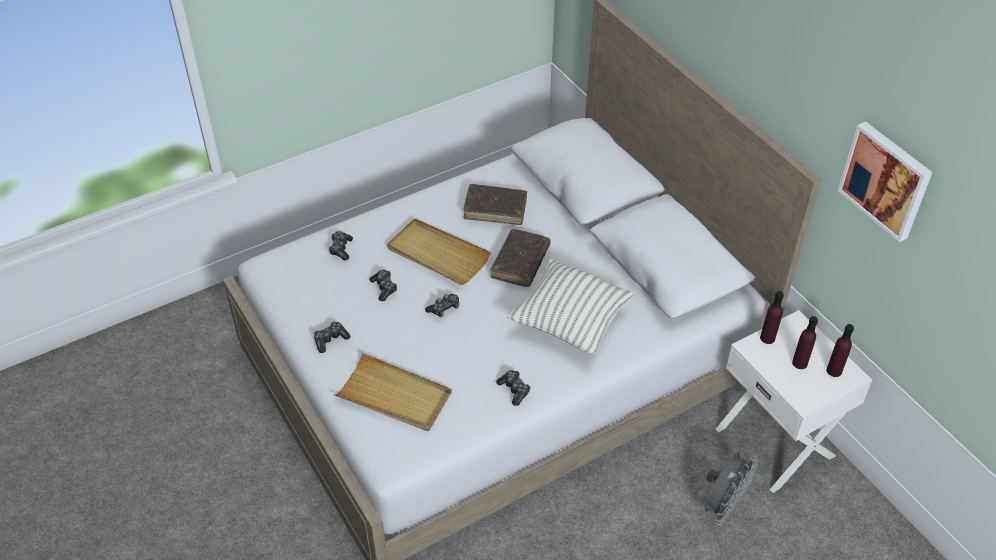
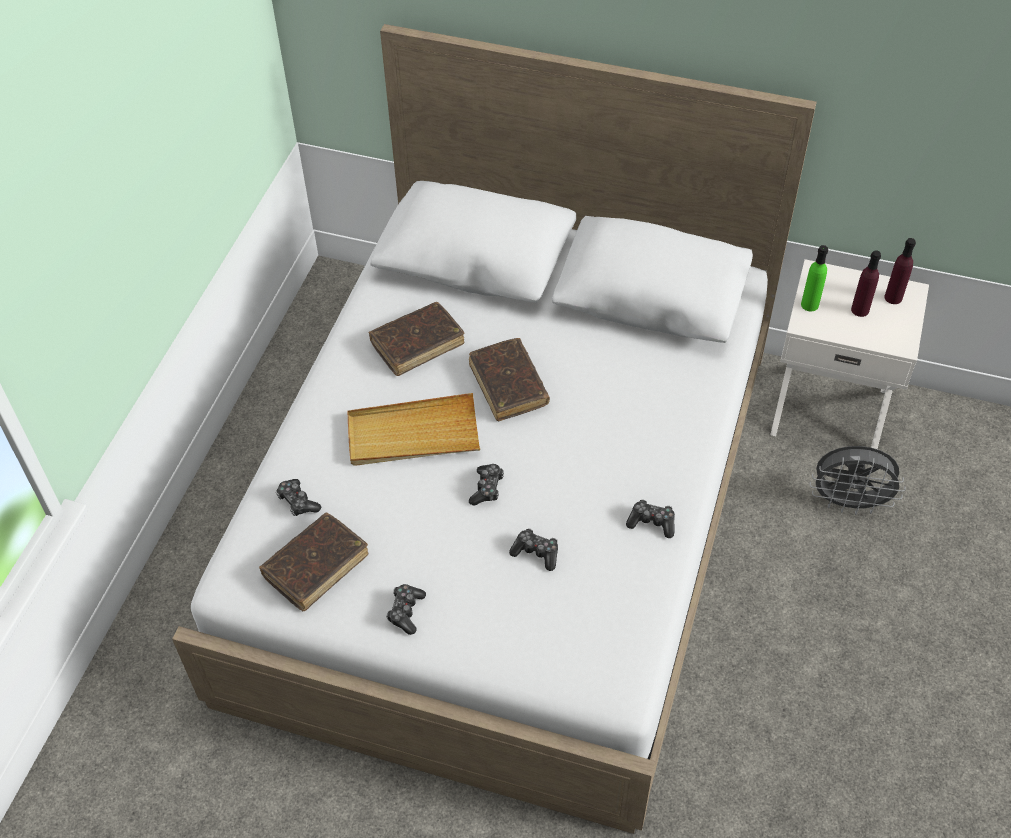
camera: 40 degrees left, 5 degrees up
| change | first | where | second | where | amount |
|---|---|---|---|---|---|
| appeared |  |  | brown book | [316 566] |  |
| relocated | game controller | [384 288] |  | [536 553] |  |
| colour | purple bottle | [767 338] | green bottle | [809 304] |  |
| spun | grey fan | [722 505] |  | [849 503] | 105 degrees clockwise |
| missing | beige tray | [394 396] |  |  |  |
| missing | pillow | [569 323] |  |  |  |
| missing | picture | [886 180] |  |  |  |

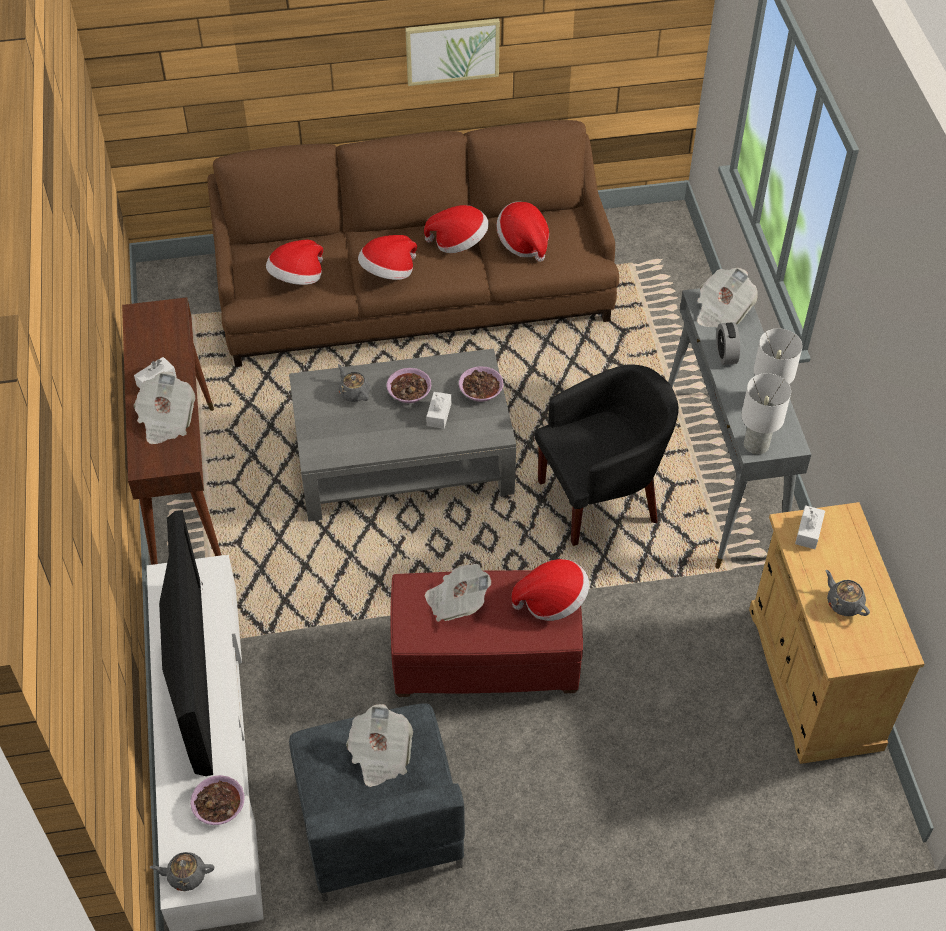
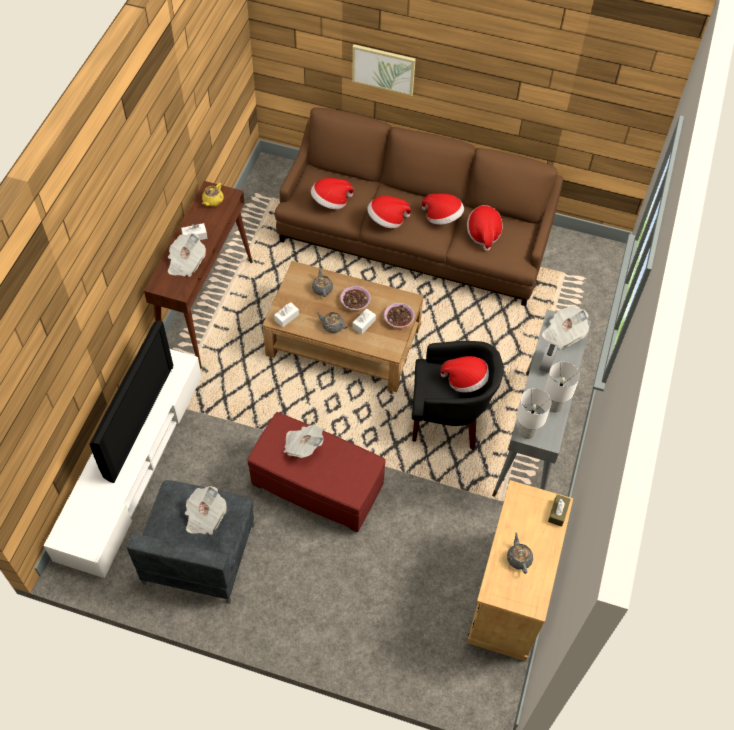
camera: 25 degrees right, 5 degrees up
| change | first | where | second | where | amount |
|---|---|---|---|---|---|
| appeared |  |  | yellow teapot | [212 201] |  |
| colour | grey coffee table | [404 459] | brown coffee table | [344 341] |  |
| relocated | white tissue box | [808 532] |  | [286 317] |  |
| relocated | grey teapot | [186 875] |  | [332 326] |  |
| relocated | picture | [452 51] |  | [383 69] |  |
| relocated | hat | [552 601] |  | [465 381] |  |
| appeared |  |  | brown tissue box | [558 512] |  |
| missing | bowl | [219 806] |  |  |  |

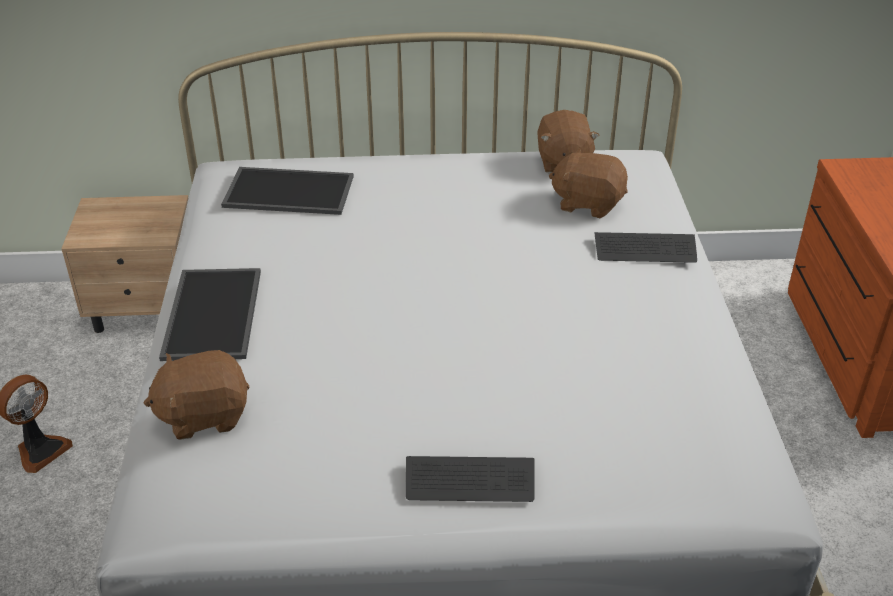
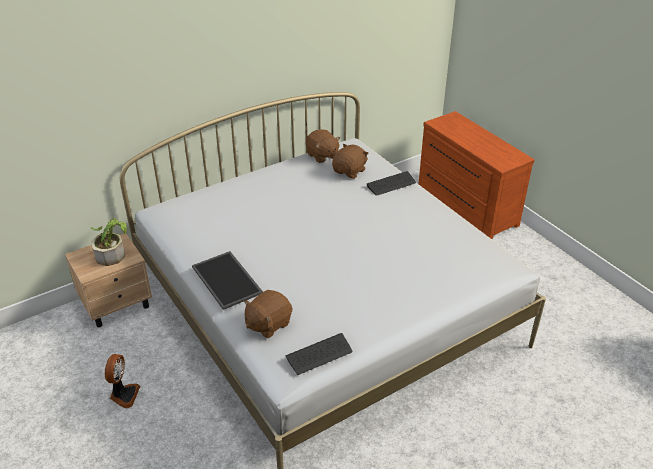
camera: 30 degrees left, 0 degrees up
| change | first | where | second | where | amount |
|---|---|---|---|---|---|
| appeared |  |  | potted plant | [112 253] |  |
| relocated | keyboard | [470 481] |  | [319 355] |  |
| spun | brown plush toy | [588 203] |  | [350 171] | 135 degrees clockwise |
| missing | tray | [287 192] |  |  |  |

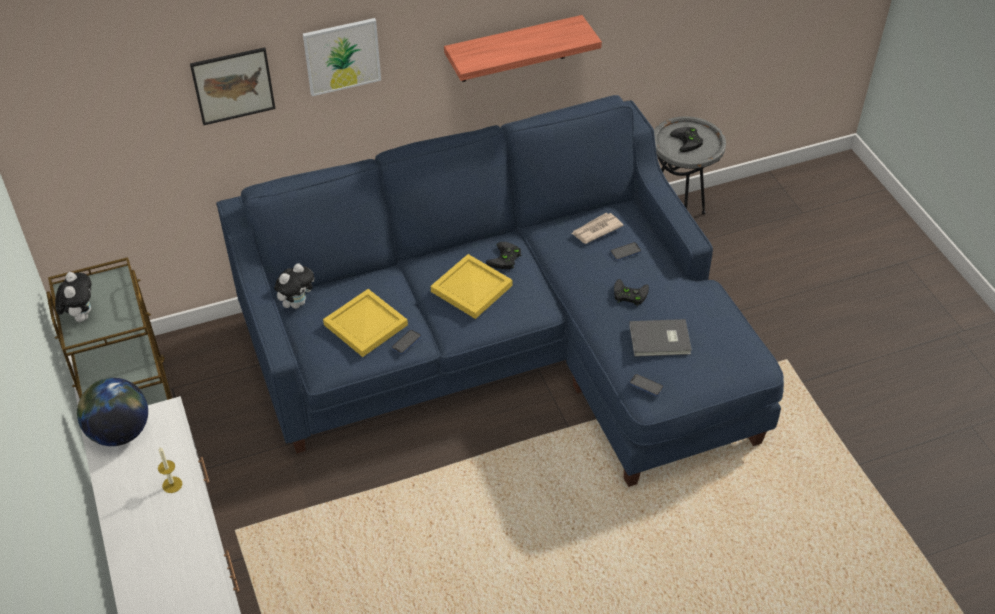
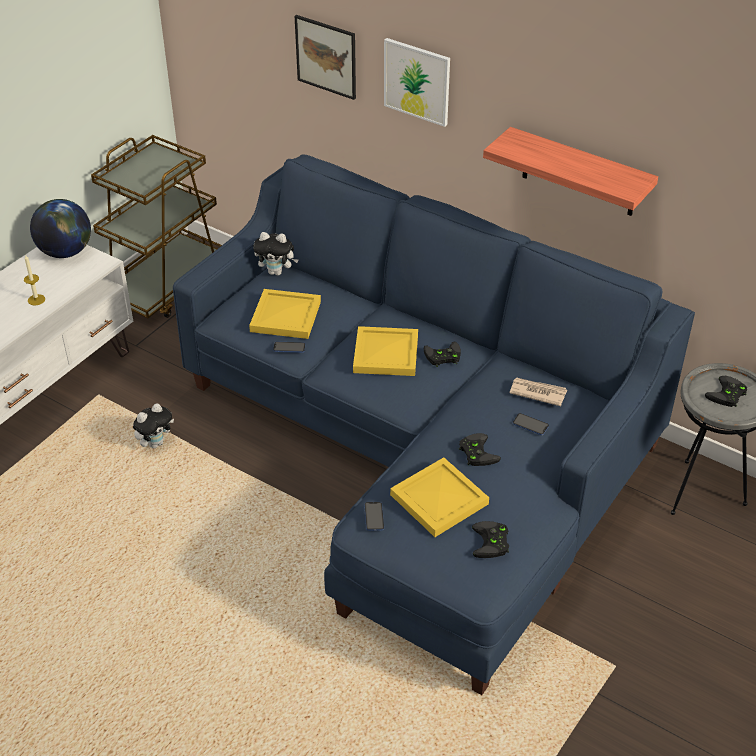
camera: 55 degrees right, 5 degrees down
| change | first | where | second | where | amount |
|---|---|---|---|---|---|
| relocated | plush toy | [81 316] |  | [155 443] |  |
| exchanged | grey book | [661 340] | yellow tray | [439 500] |  |
| appeared |  |  | black game controller | [492 543] |  |

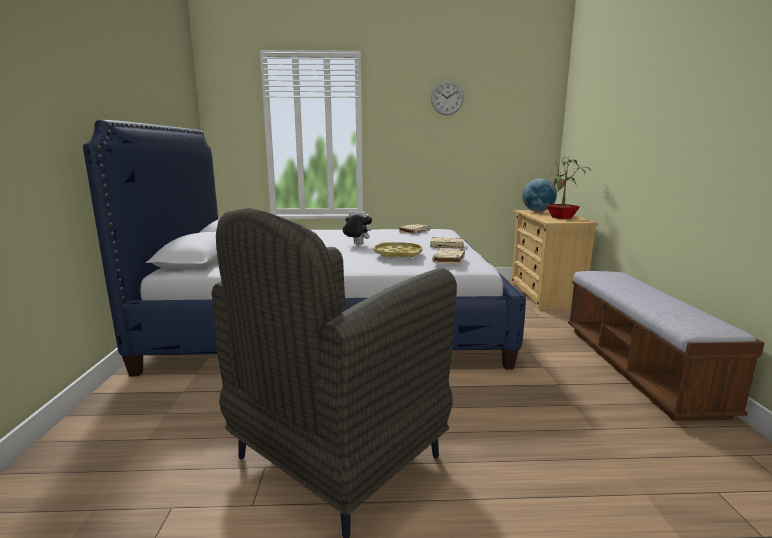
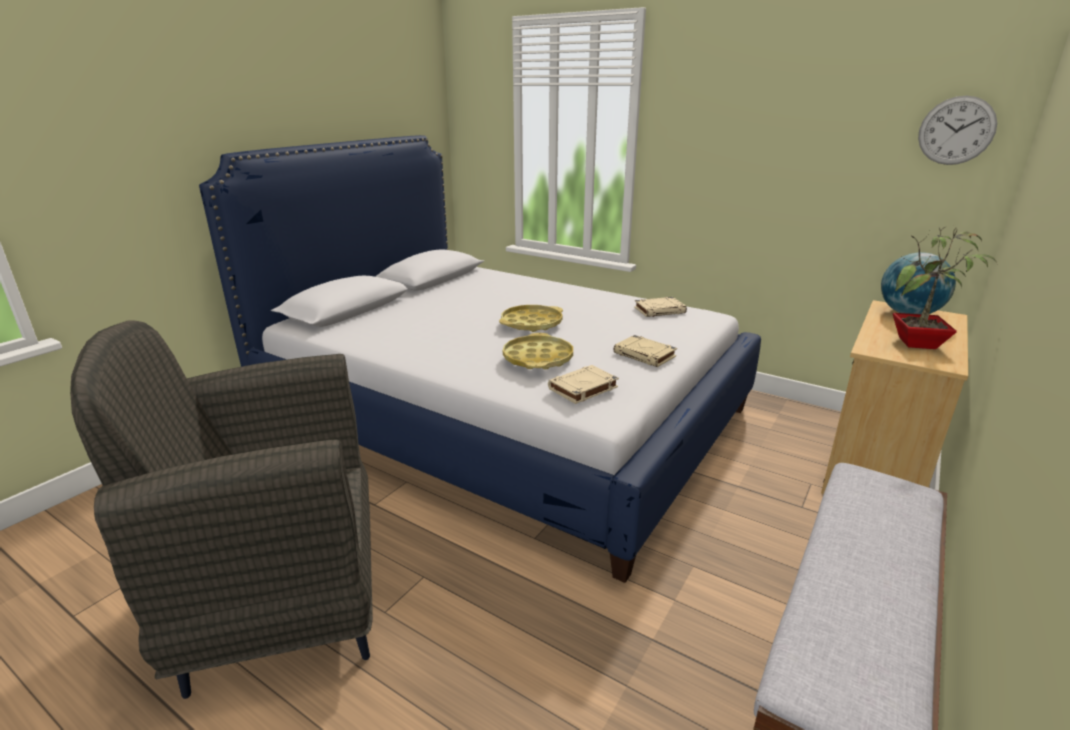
camera: 35 degrees right, 10 degrees up
| change | first | where | second | where | amount |
|---|---|---|---|---|---|
| exchanged | plush toy | [357 244] | yellow tray | [531 323] |  |
| relocated | wall clock | [447 98] |  | [956 130] |  |

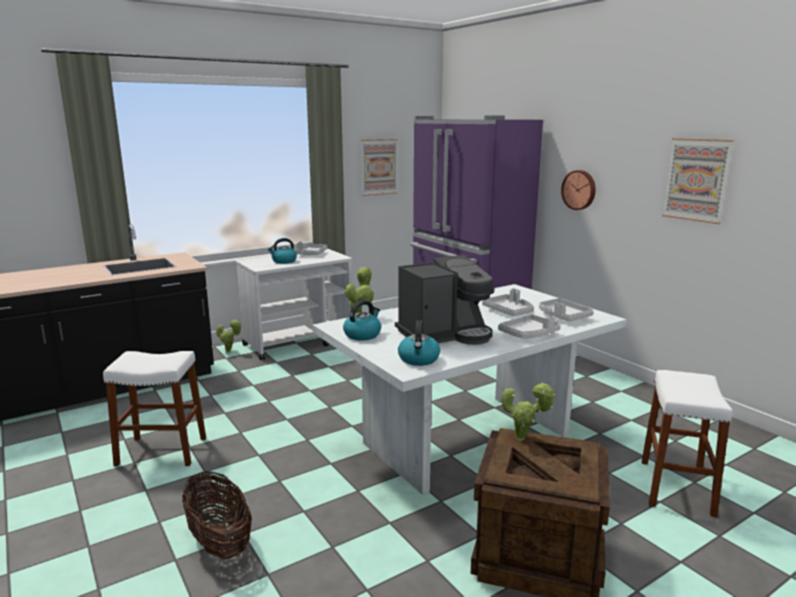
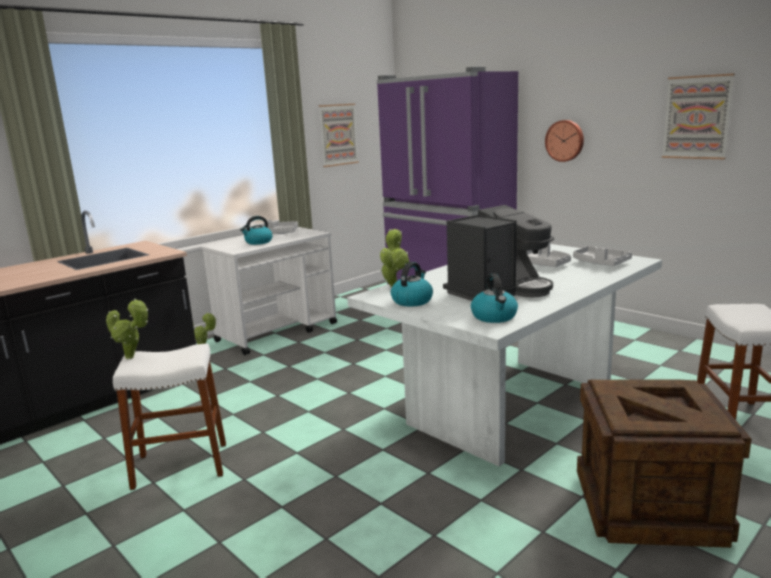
camera: 10 degrees left, 0 degrees up
| change | first | where | second | where | amount |
|---|---|---|---|---|---|
| relocated | potted plant | [523 439] |  | [132 357] |  |
| missing | basket | [219 542] |  |  |  |
| missing | grey tray | [529 334] |  |  |  |

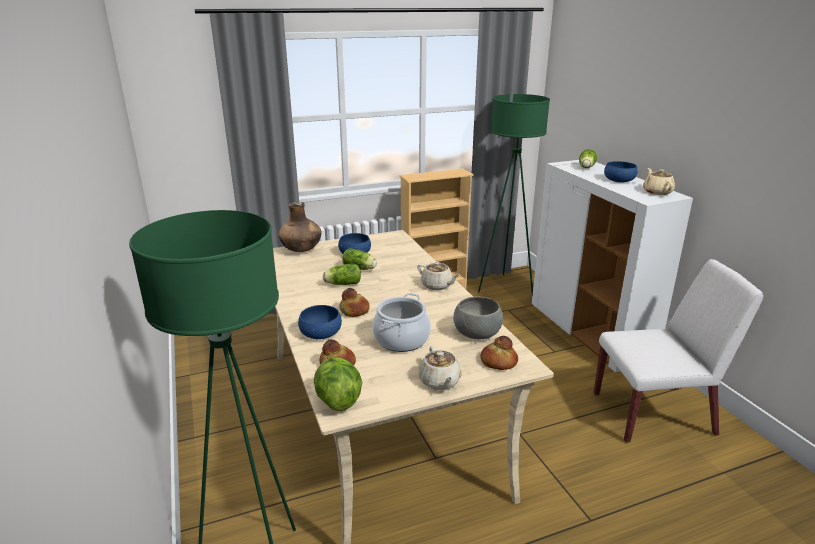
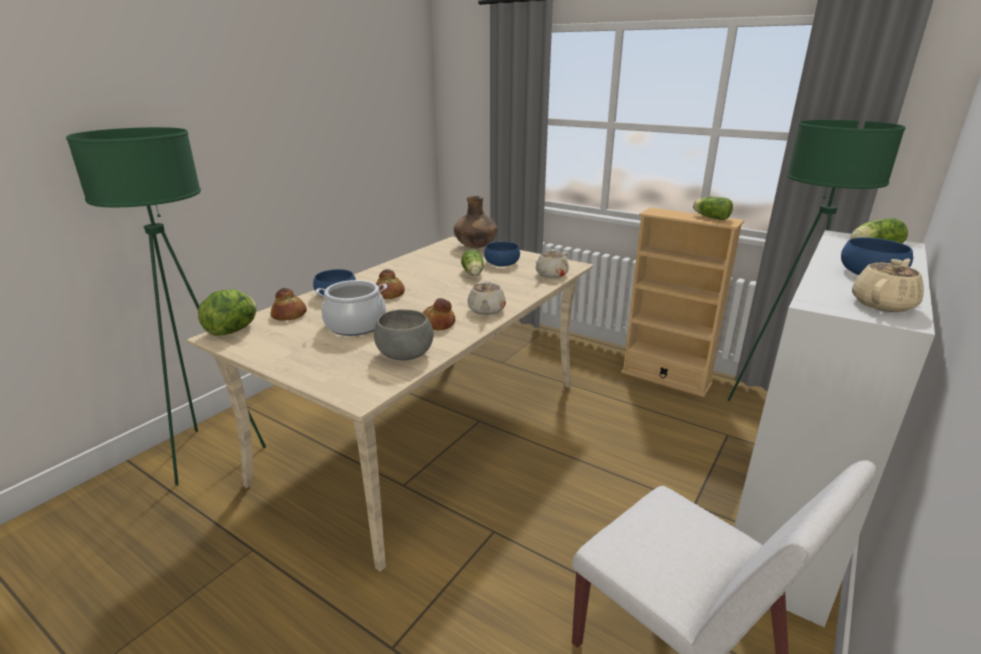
camera: 55 degrees right, 0 degrees up
| change | first | where | second | where | amount |
|---|---|---|---|---|---|
| relocated | bread | [498 362] |  | [437 324] |  |
| relocated | beige teapot | [439 381] |  | [551 275] |  |
| relocated | lettuce | [342 284] |  | [710 217] |  |

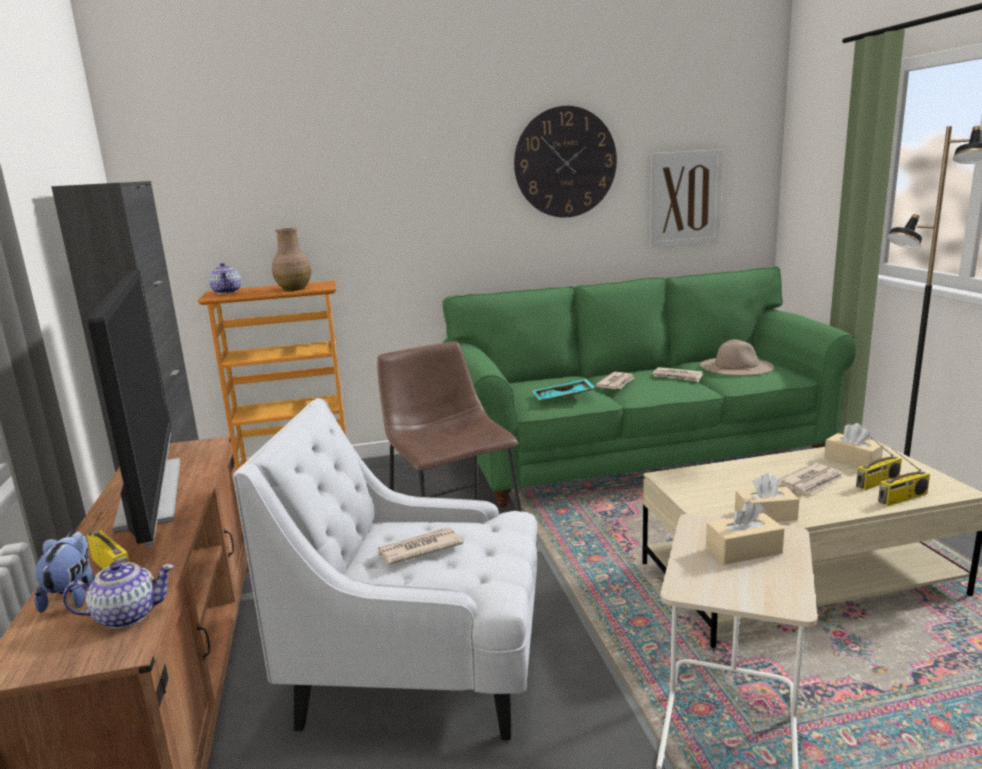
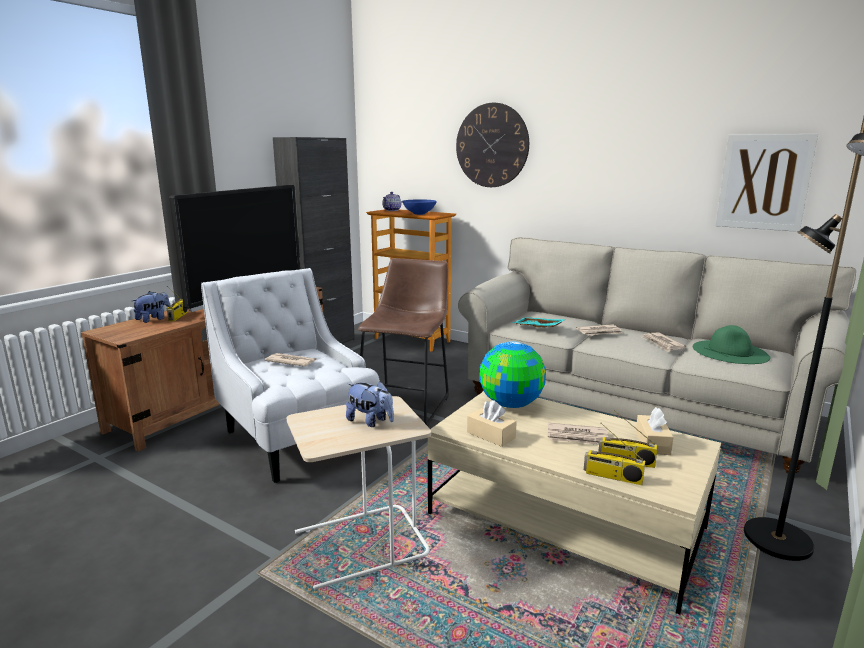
camera: 45 degrees right, 0 degrees up
| change | first | where | second | where | amount |
|---|---|---|---|---|---|
| exchanged | beige tissue box | [743 550] | plush toy | [370 421] |  |
| exchanged | brown vase | [293 289] | blue bowl | [419 214] |  |
| relocated | wall clock | [565 162] |  | [492 145] |  |
| colour | green sofa | [638 455] | beige sofa | [631 405] |  |
| appeared |  |  | globe | [511 404] |  |
| colour | beige hat | [736 366] | green hat | [730 352] |  |
| missing | teapot | [126 615] |  |  |  |

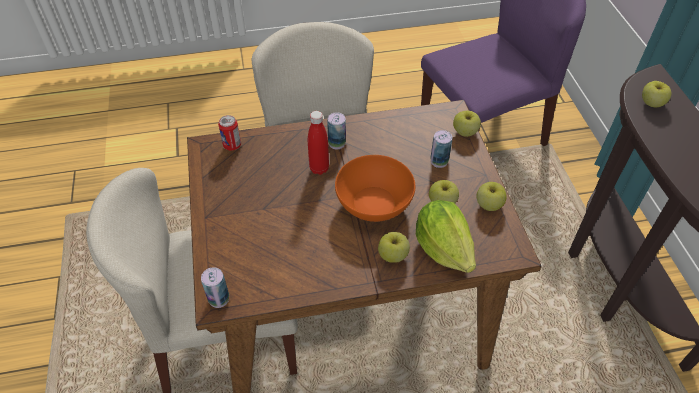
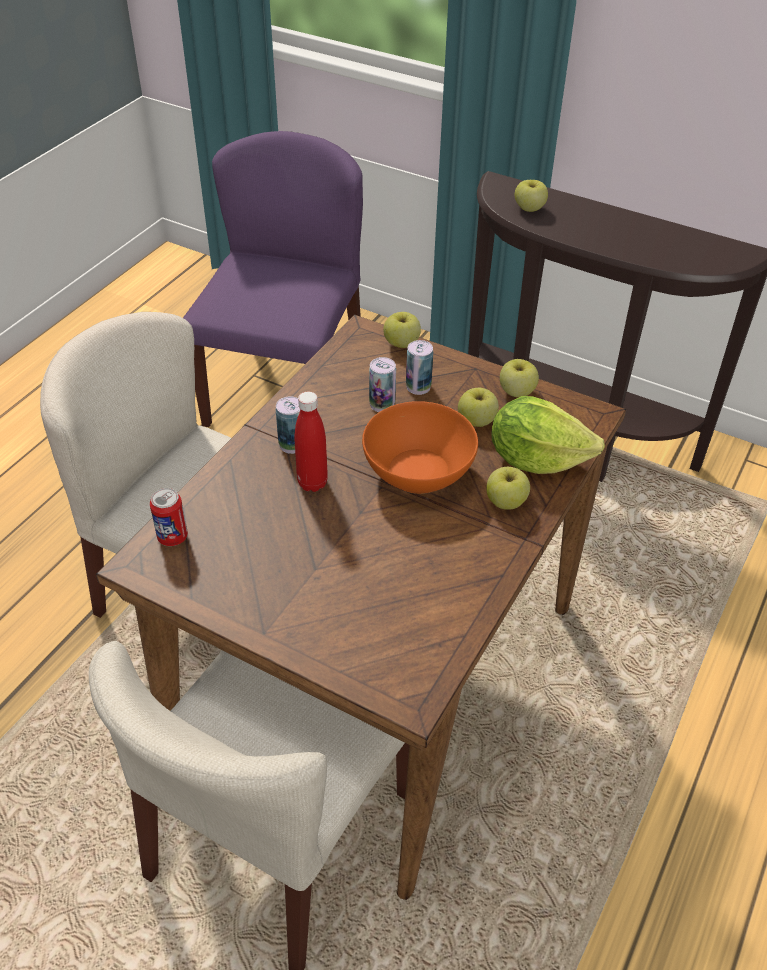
camera: 50 degrees left, 5 degrees down
| change | first | where | second | where | amount |
|---|---|---|---|---|---|
| relocated | can | [219 299] |  | [382 404] |  |

